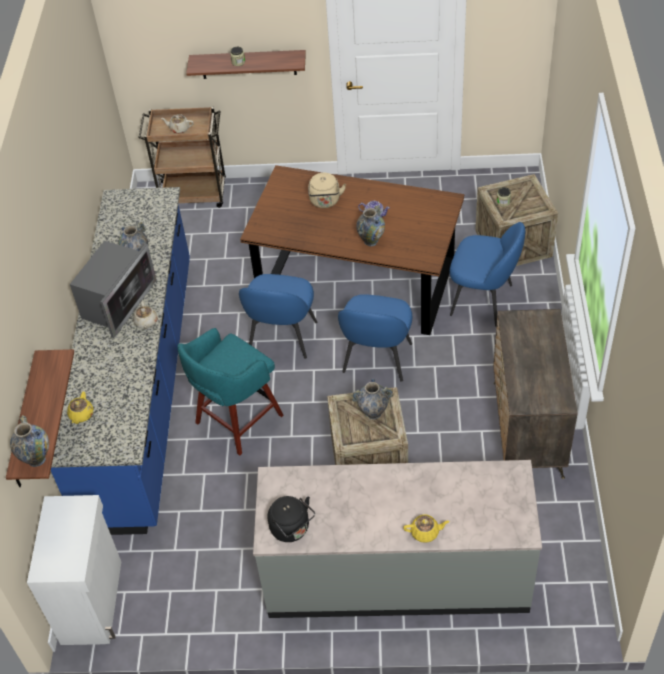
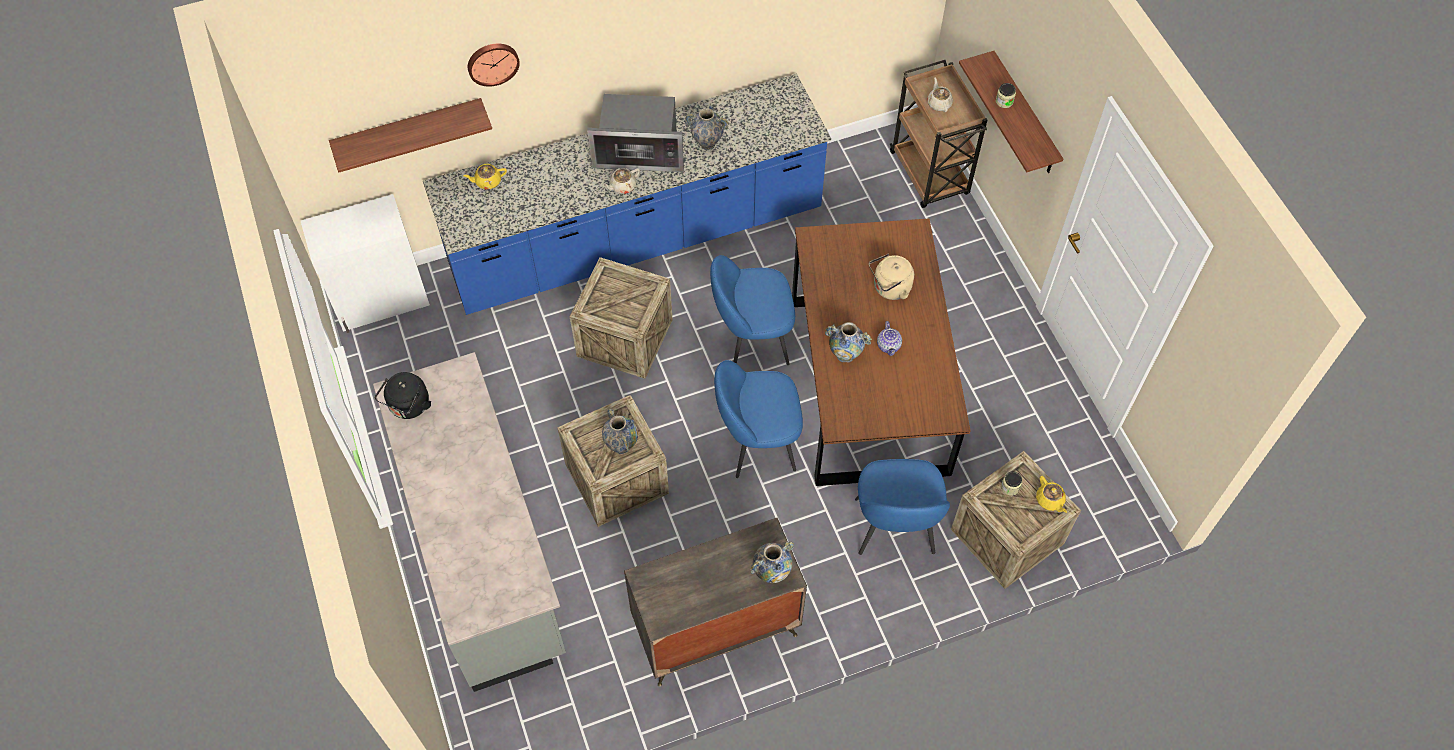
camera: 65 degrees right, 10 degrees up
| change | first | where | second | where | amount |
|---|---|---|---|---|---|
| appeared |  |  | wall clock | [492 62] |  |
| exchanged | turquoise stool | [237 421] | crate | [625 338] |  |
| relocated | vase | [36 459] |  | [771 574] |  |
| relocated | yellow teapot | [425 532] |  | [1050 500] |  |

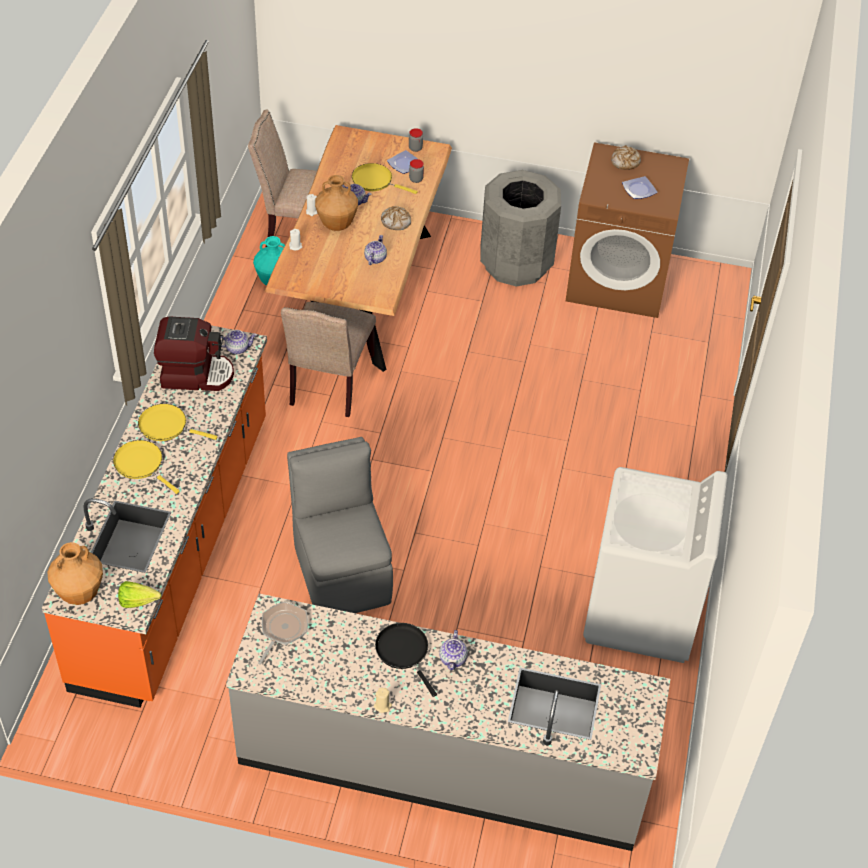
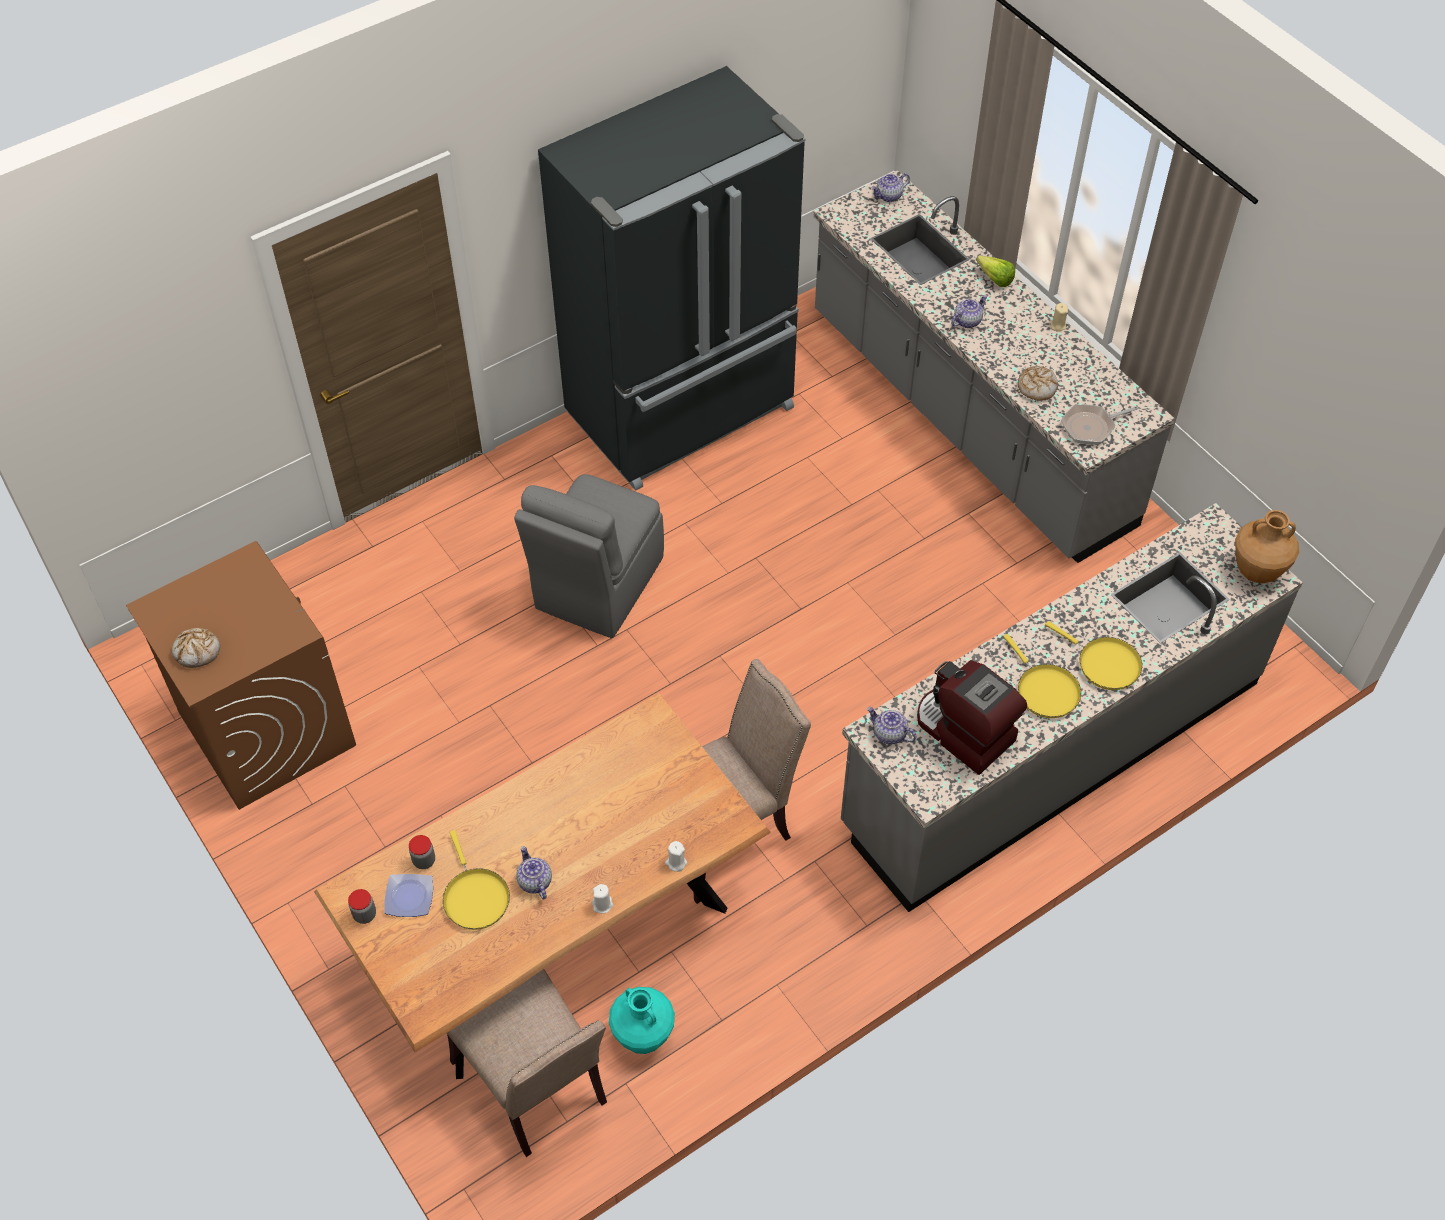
camera: 135 degrees left, 5 degrees up
| change | first | where | second | where | amount |
|---|---|---|---|---|---|
| relocated | grey chair | [341 572] |  | [597 585] |  |
| exchanged | white washing machine | [641 613] | black fridge | [683 412] |  |
| colour | orange counter | [175 550] | grey counter | [1051 752] |  |
| relocated | teapot | [375 258] |  | [889 196] |  |
| relocated | lettuce | [141 602] |  | [993 277] |  |
| relocated | bread | [396 222] |  | [1036 387] |  |
| spun | yellow frying pan | [141 464] |  | [1104 663] | 45 degrees counterclockwise |
| missing | brown vase | [337 225] |  |  |  |
| missing | black frying pan | [404 652] |  |  |  |
| missing | grey trash can | [516 264] |  |  |  |
| missing | plate | [638 189] |  |  |  |

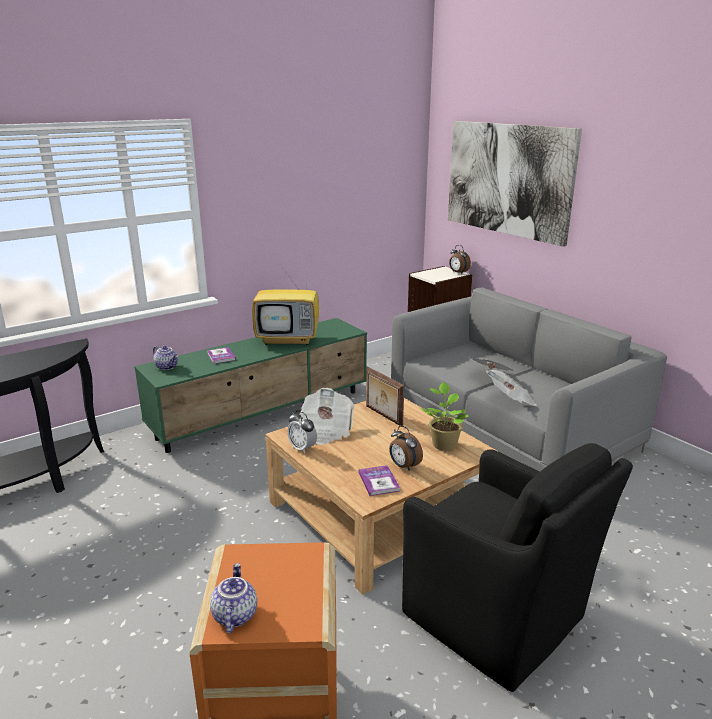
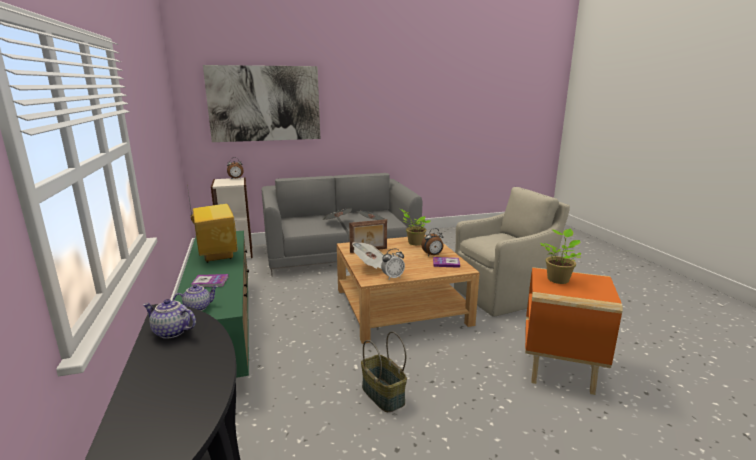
camera: 70 degrees left, 5 degrees down
| change | first | where | second | where | amount |
|---|---|---|---|---|---|
| relocated | teapot | [233 615] |  | [171 332] |  |
| spun | television | [289 340] |  | [216 253] | 45 degrees counterclockwise |
| appeared |  |  | basket | [382 395] |  |
| colour | black armchair | [497 620] | beige armchair | [503 295] |  |
| appeared |  |  | potted plant | [558 279] |  |

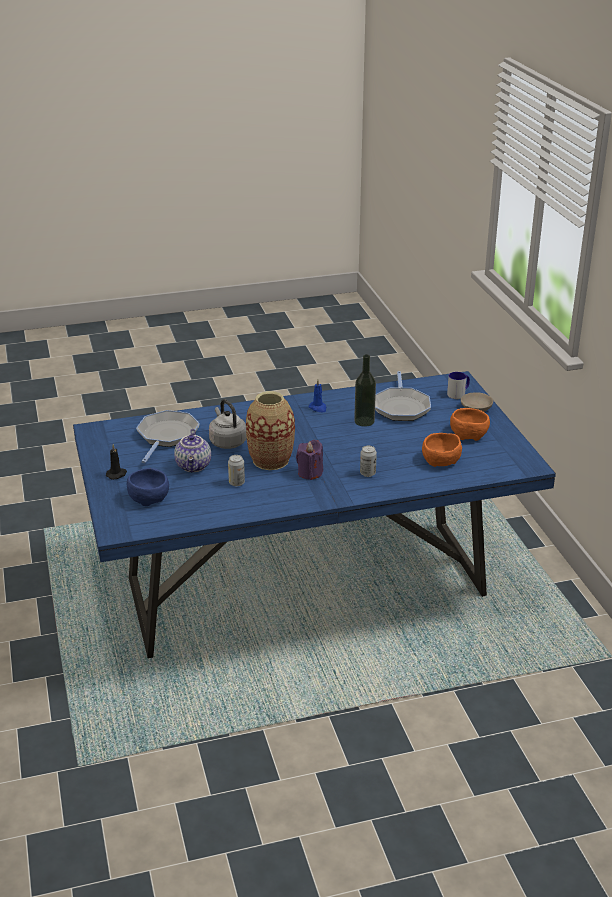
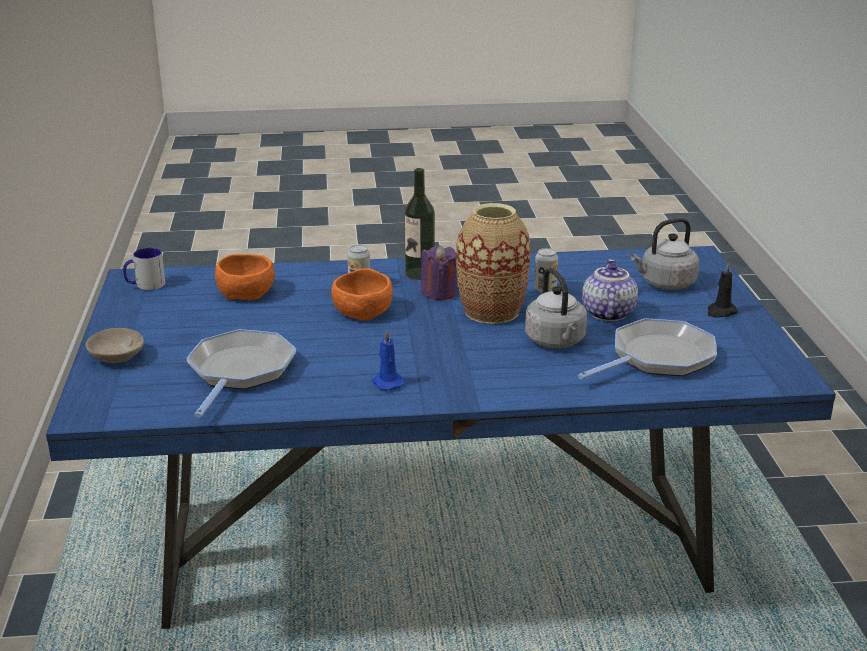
camera: 170 degrees left, 5 degrees down
| change | first | where | second | where | amount |
|---|---|---|---|---|---|
| relocated | mug | [458 393] |  | [145 285] |  |
| relocated | orange bowl | [468 433] |  | [363 312] |  |
| relocated | bottle | [364 421] |  | [419 273] |  |
| spun | frying pan | [166 436] |  | [658 358] | 150 degrees counterclockwise |
| exchanged | blue bowl | [149 497] | grey kettle | [665 284] |  |

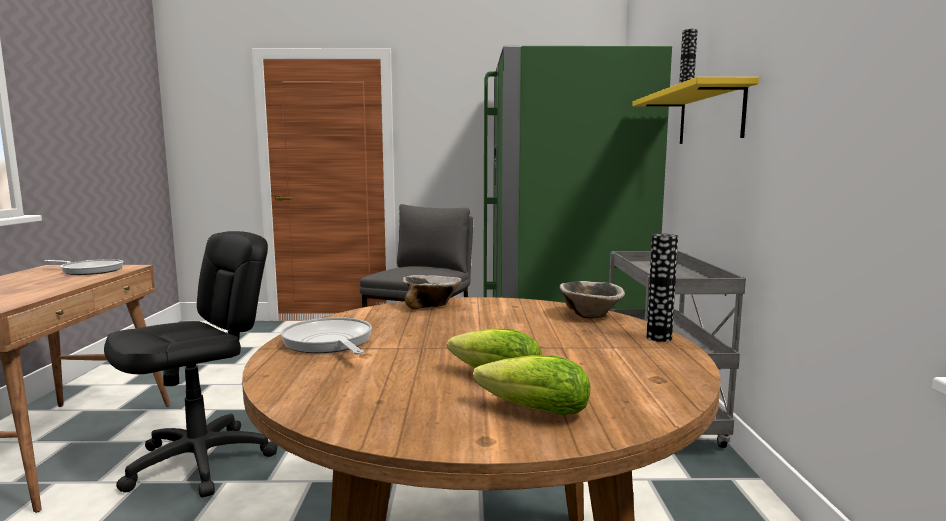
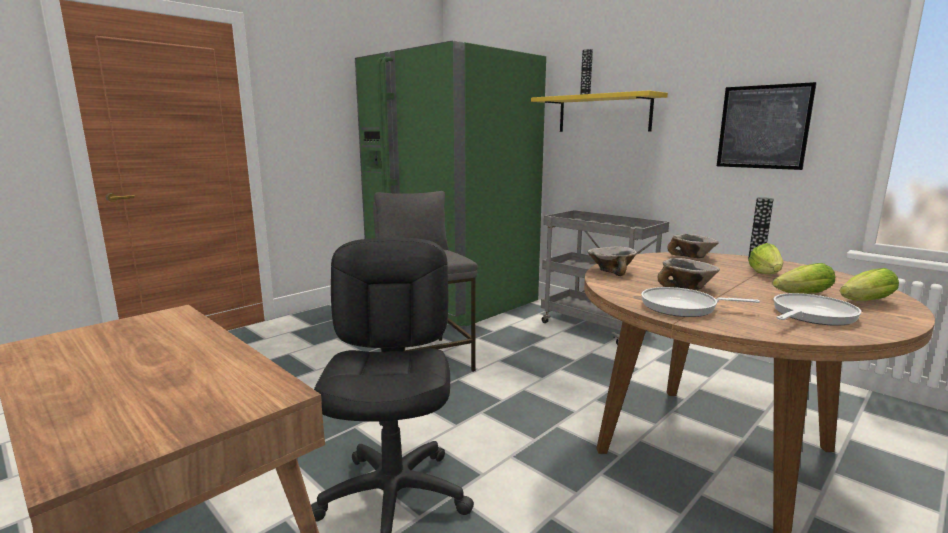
camera: 45 degrees left, 5 degrees up
| change | first | where | second | where | amount |
|---|---|---|---|---|---|
| appeared |  |  | bowl | [687 287] |  |
| appeared |  |  | picture | [763 127] |  |
| appeared |  |  | lettuce | [766 274] |  |
| relocated | frying pan | [90 270] |  | [811 315] |  |

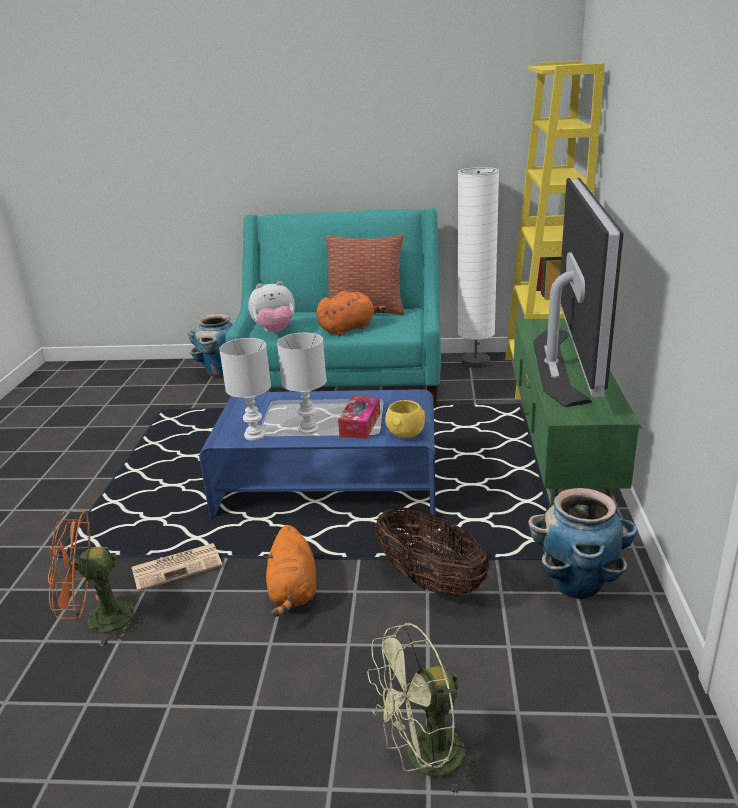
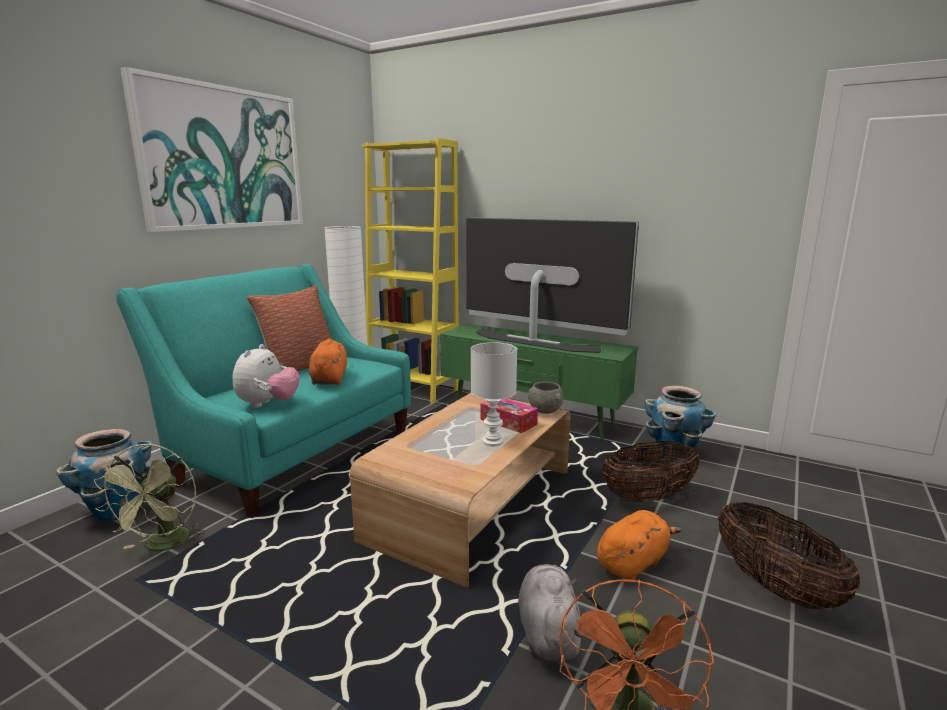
camera: 65 degrees left, 10 degrees down
| change | first | where | second | where | amount |
|---|---|---|---|---|---|
| relocated | green fan | [424 760] |  | [163 546] |  |
| appeared |  |  | picture | [223 159] |  |
| colour | blue coffee table | [328 485] | brown coffee table | [472 504] |  |
| exchanged | newspaper | [178 566] | grey plush toy | [548 632] |  |
| colour | yellow bowl | [405 435] | grey bowl | [545 412] |  |
| spun | orange plush toy | [293 592] |  | [633 563] | 60 degrees counterclockwise |
| appeared |  |  | basket | [775 587] |  |
| missing | white table lamp | [254 436] |  |  |  |

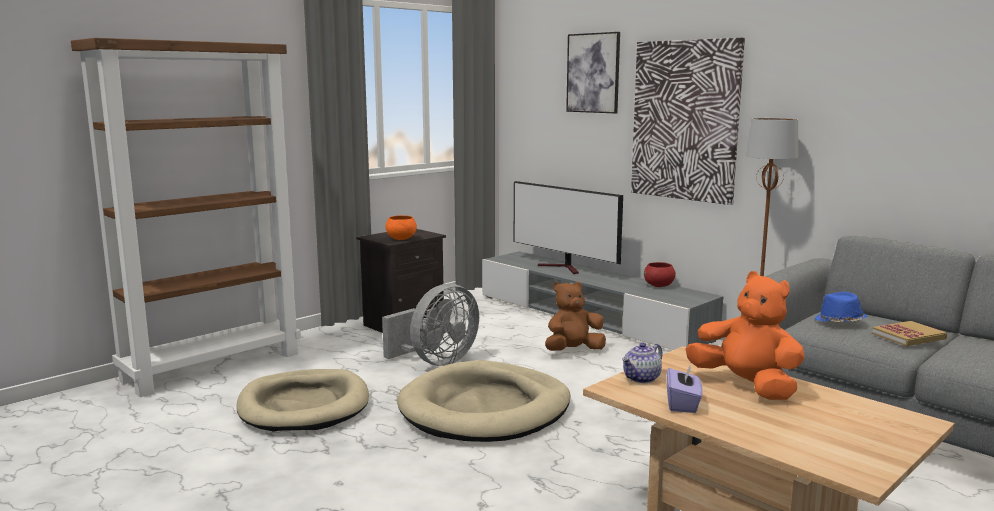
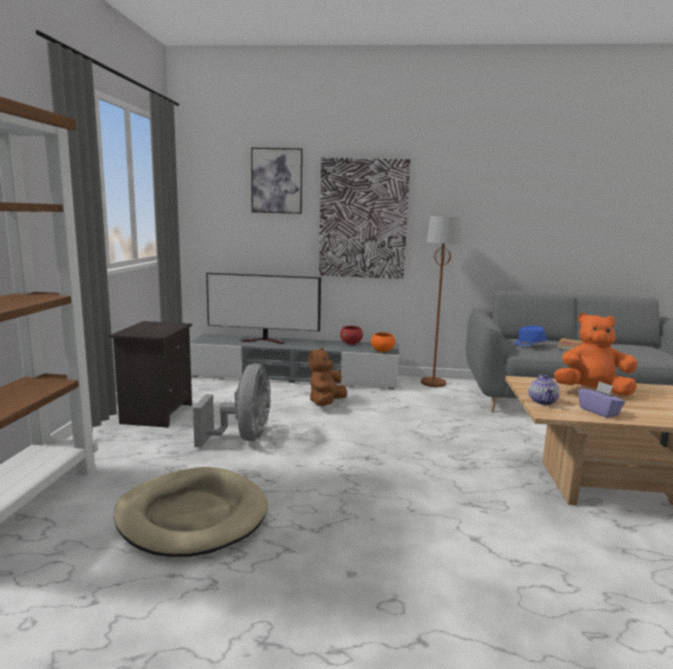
camera: 40 degrees left, 0 degrees up
| change | first | where | second | where | amount |
|---|---|---|---|---|---|
| relocated | orange bowl | [401 239] |  | [382 351] |  |
| missing | beige dog bed | [485 409] |  |  |  |

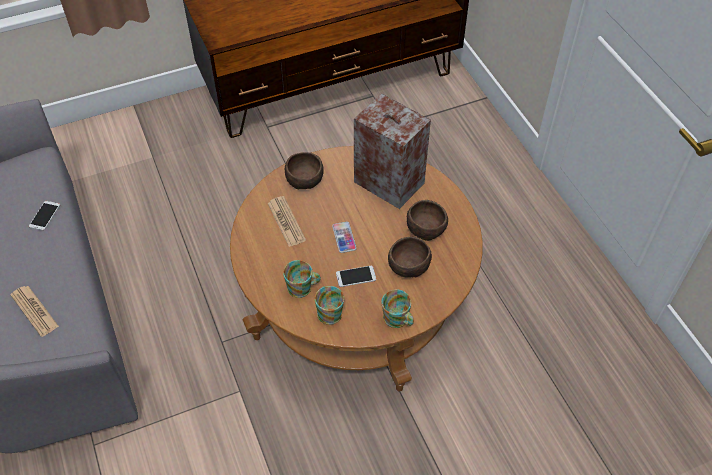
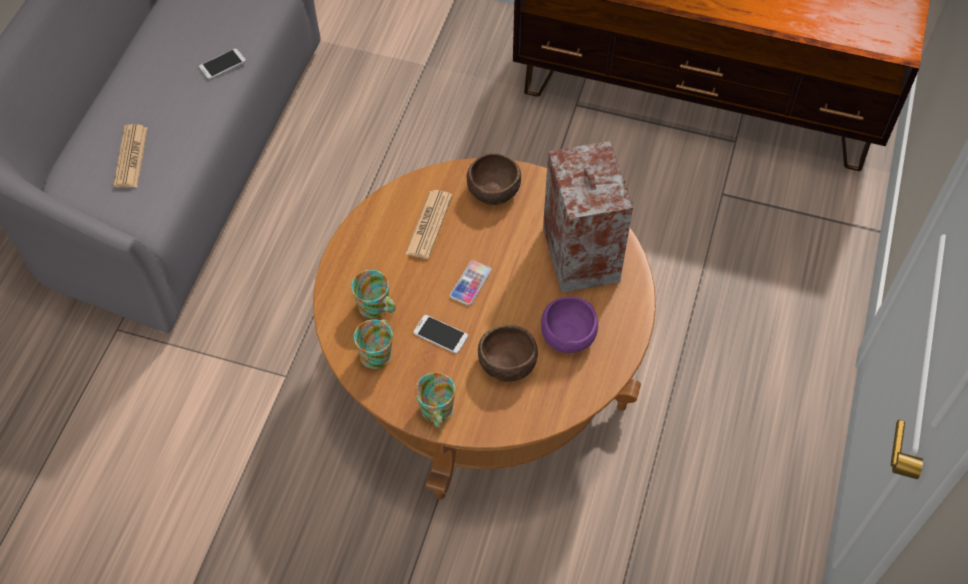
camera: 40 degrees right, 5 degrees up
| change | first | where | second | where | amount |
|---|---|---|---|---|---|
| colour | brown bowl | [426 227] | purple bowl | [569 334] |  |

